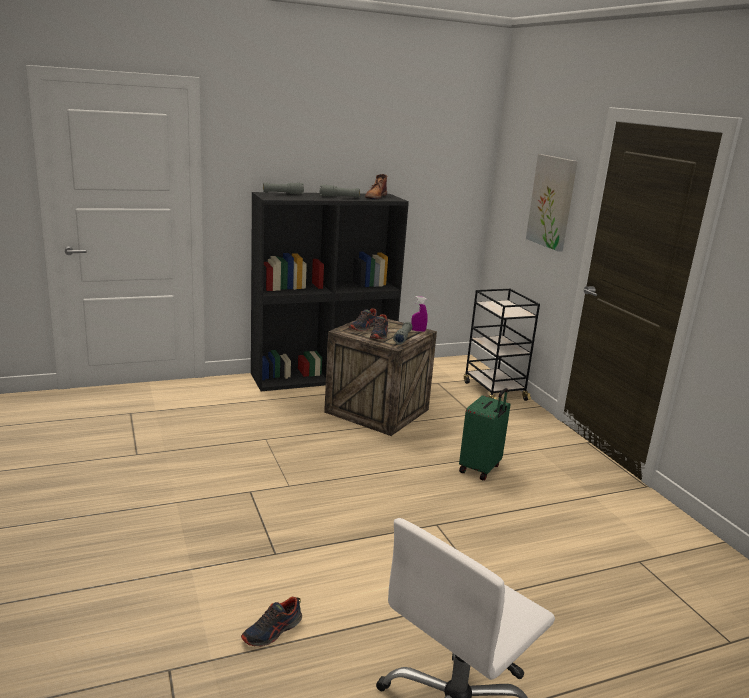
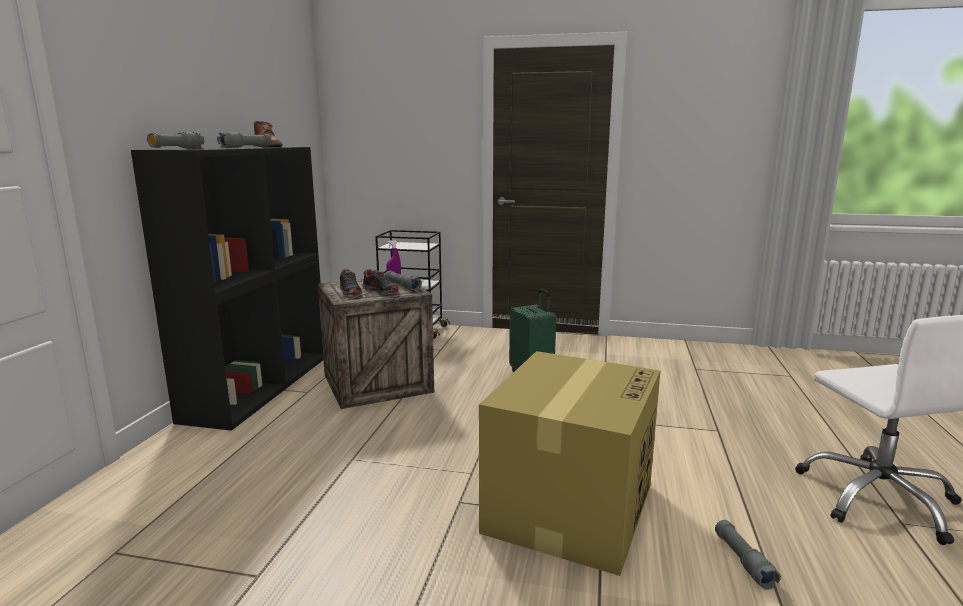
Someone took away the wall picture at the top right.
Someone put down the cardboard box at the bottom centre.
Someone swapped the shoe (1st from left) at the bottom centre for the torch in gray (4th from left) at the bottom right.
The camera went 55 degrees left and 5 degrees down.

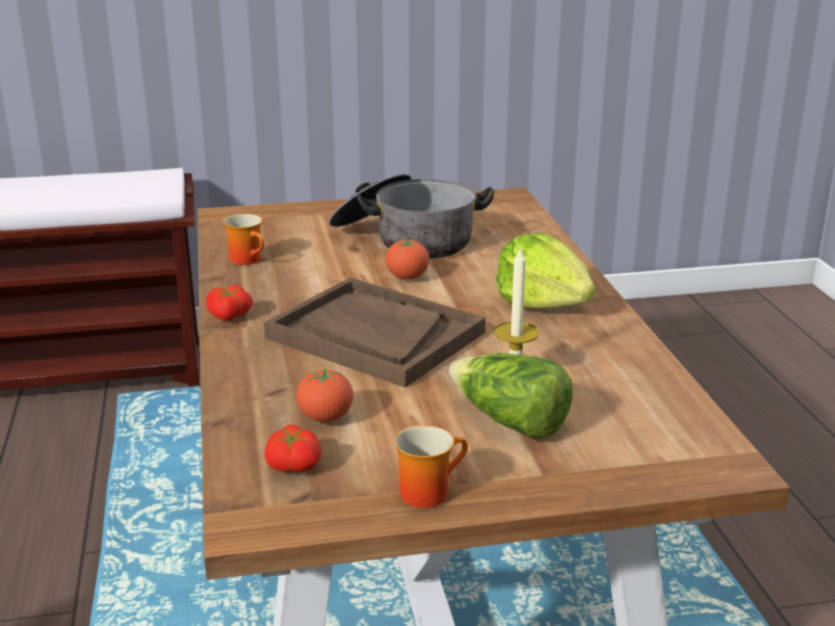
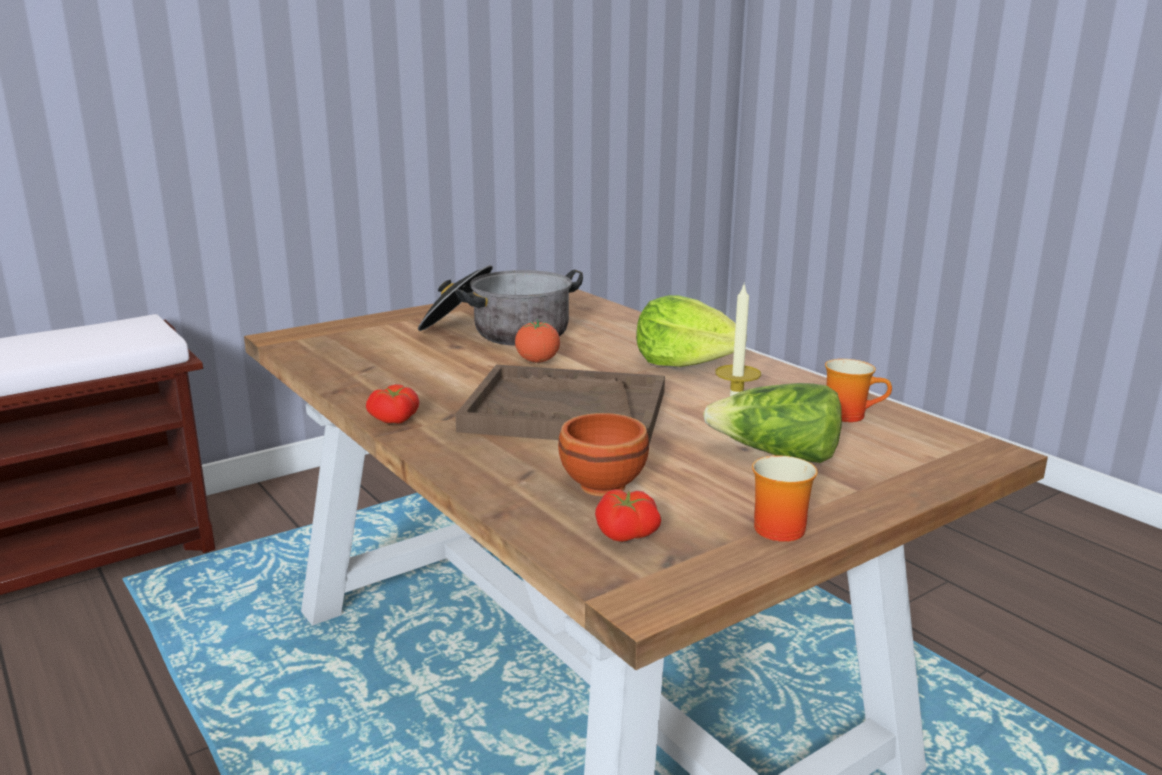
Someone carried the mug (1st from left in the first image) from the middle left to the middle right.
Someone swapped the whole tomato (3rd from left) at the centre for the deep dish in brownish at the centre.
The camera went 25 degrees left and 5 degrees down.

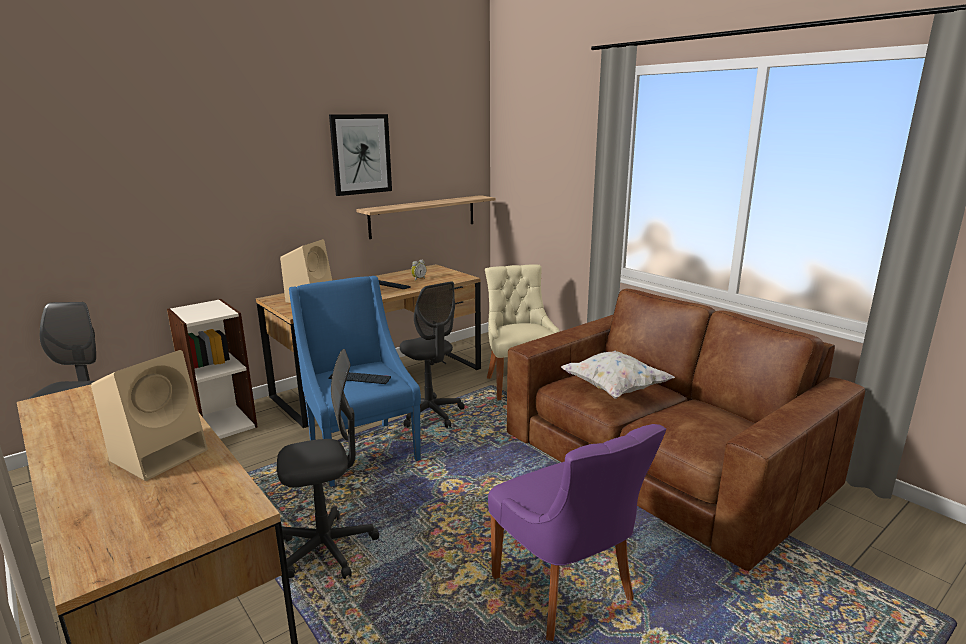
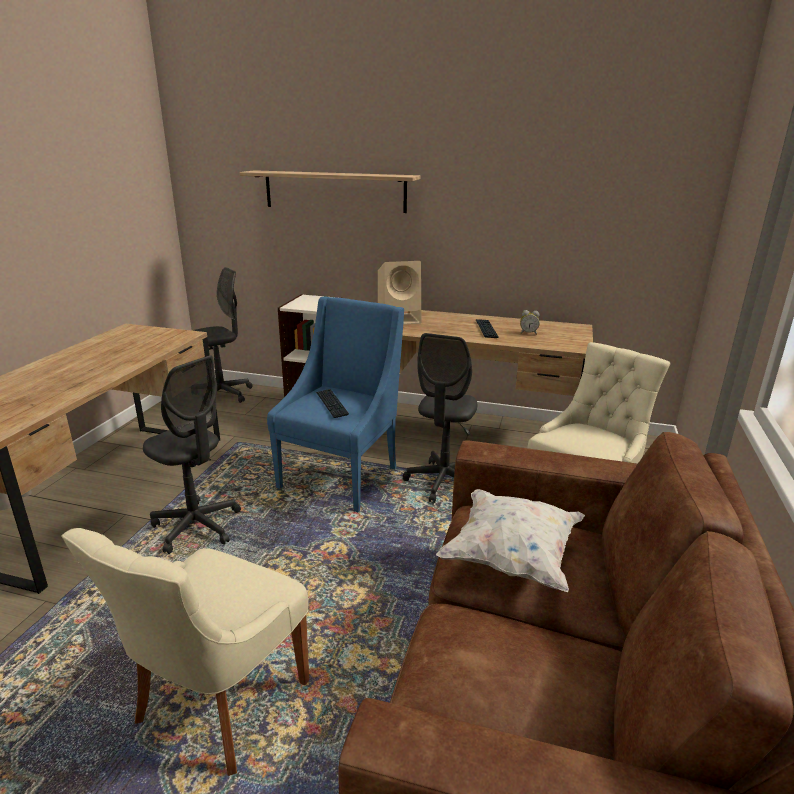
Someone took away the loudspeaker in beige (1st from left) at the middle left.
Someone took away the wall picture at the top centre.
Someone carried the wall shelf from the centre to the top centre.
Someone repainted the plain chair in purple-coloured at the bottom centre, which became the plain chair in beige (1st from left) at the bottom left.
The camera went 55 degrees right and 5 degrees up.

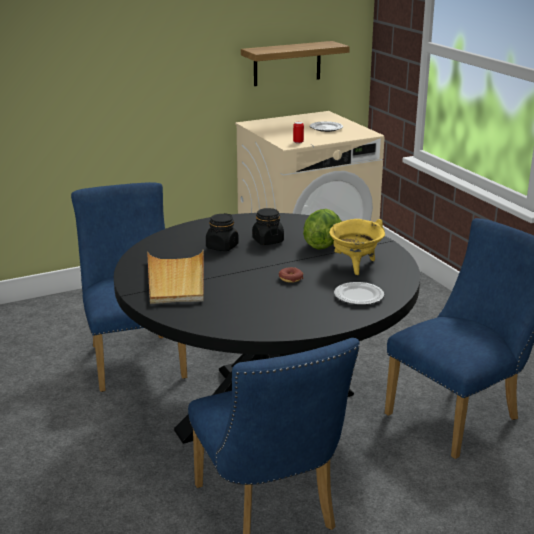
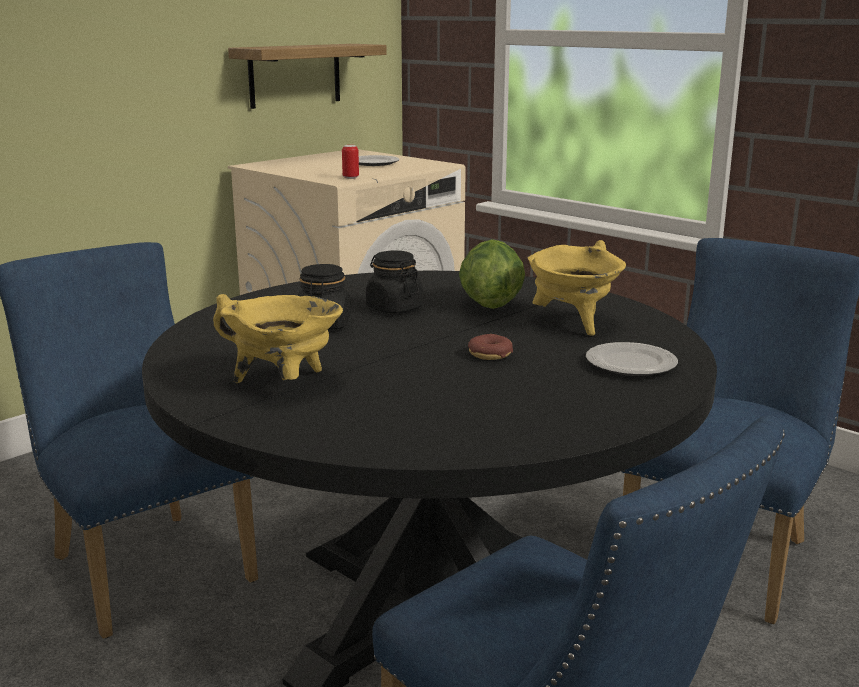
Someone swapped the serving tray in beige at the middle left for the saucepot in yellow-coloured (1st from left) at the middle left.
The camera went 20 degrees left and 5 degrees down.

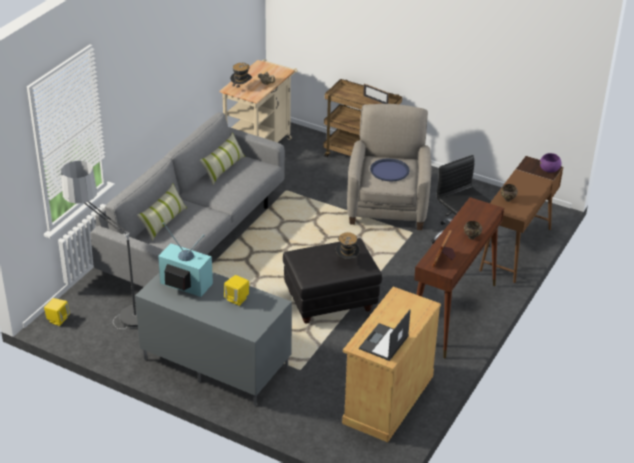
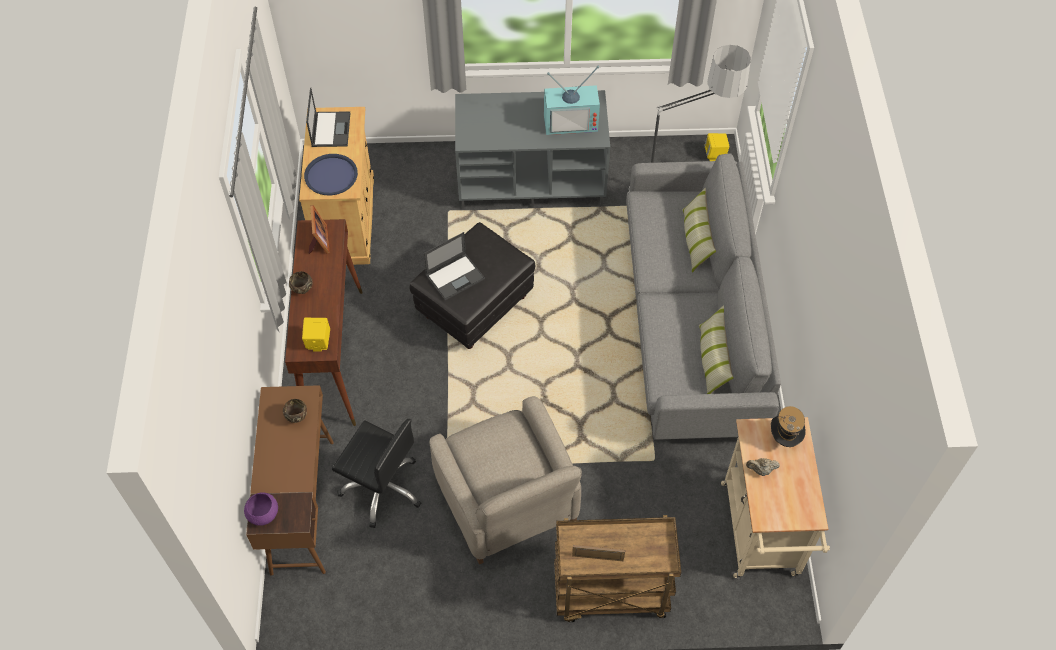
Someone carried the loudspeaker in yellow-coloured (2nd from left in the first image) from the centre to the middle left.
Someone carried the serving tray in blue-coloured from the centre to the top left.
Someone swapped the wearable hat (2nd from left) at the centre for the notebook computer (2nd from left) at the centre.
The camera went 150 degrees right and 20 degrees up.

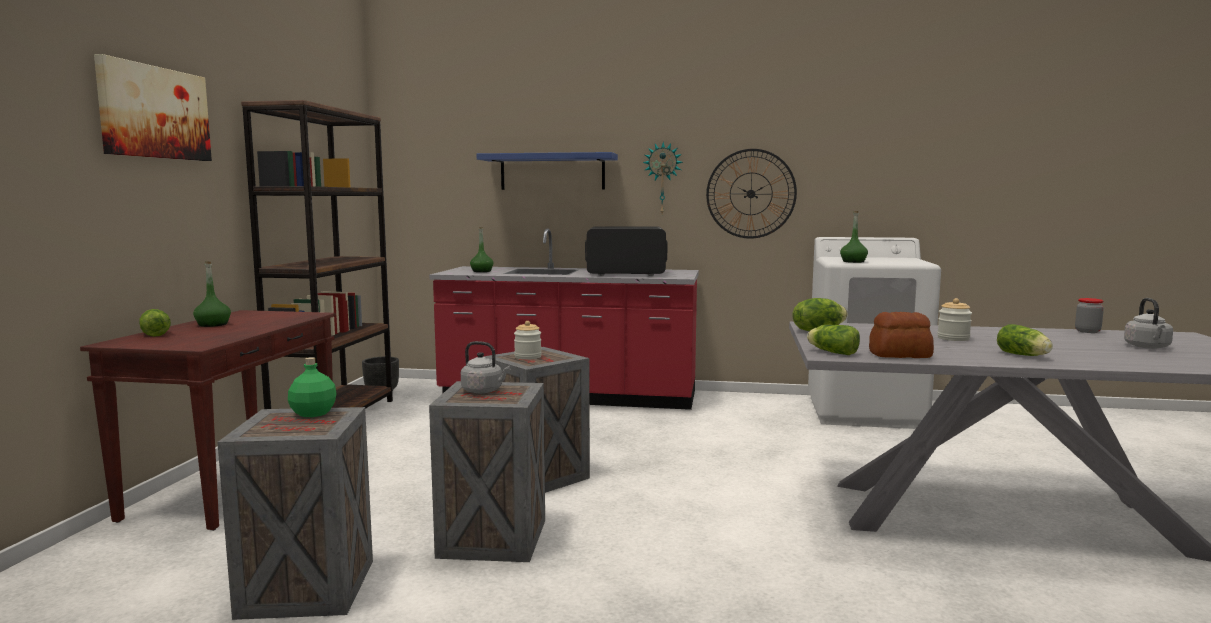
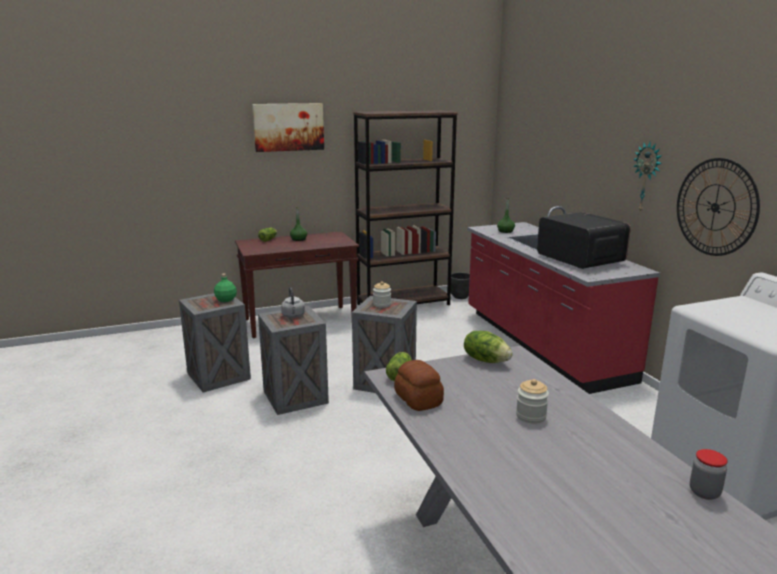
Someone took away the wall shelf in blue-coloured at the top centre.
Someone took away the drink bottle in greenish (4th from left) at the middle right.
Someone took away the lettuce (4th from left) at the middle right.
Someone took away the kettle in gray (2nd from left) at the middle right.
The camera went 60 degrees right and 10 degrees up.

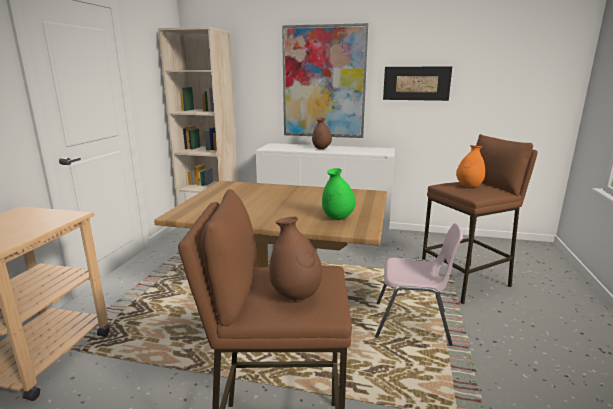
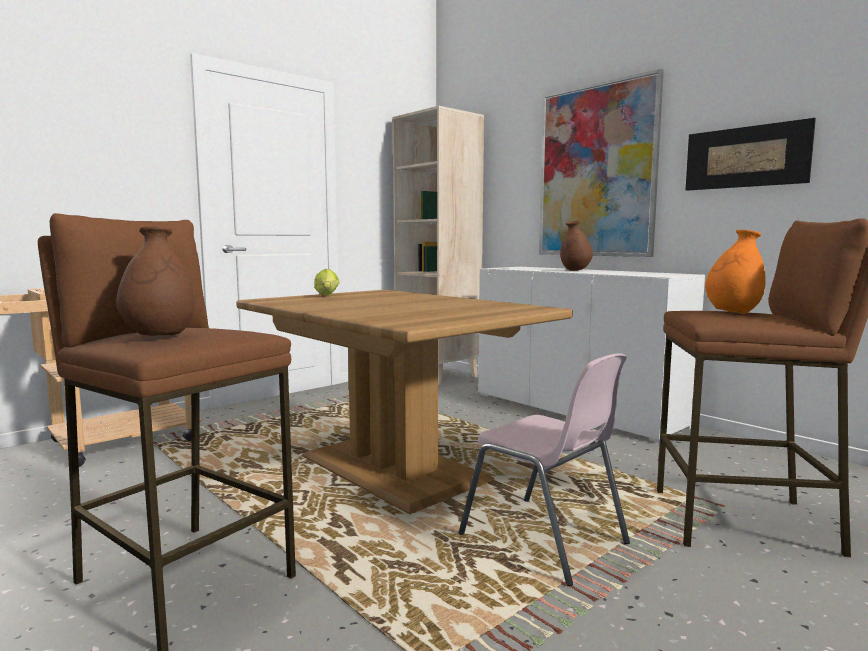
Someone took away the flower vase in greenish at the centre.
Someone put down the lettuce at the centre.
The camera went 35 degrees right and 10 degrees down.

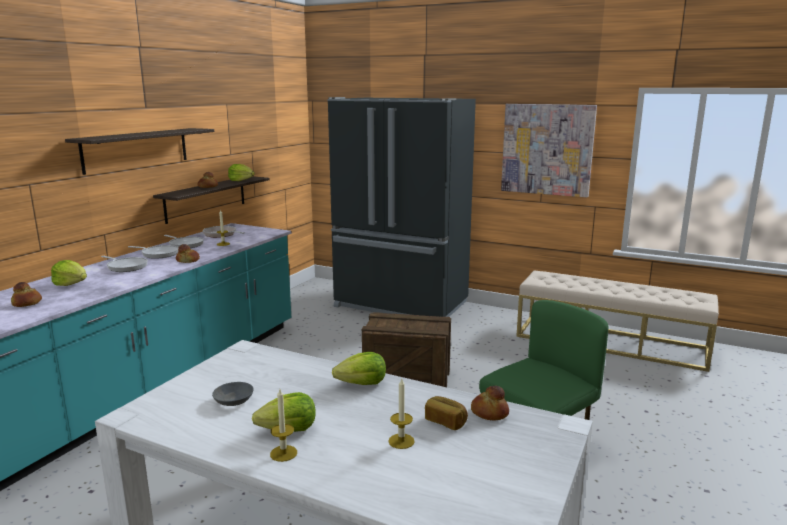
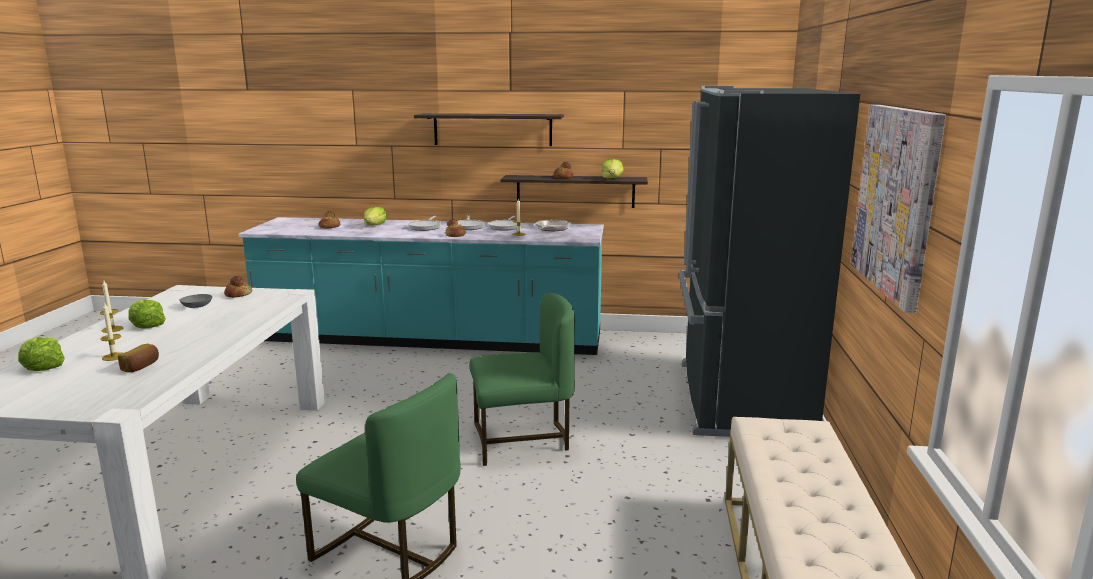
Someone carried the lettuce (4th from left in the first image) from the bottom centre to the middle left.
Someone carried the baked bread (5th from left in the first image) from the bottom centre to the middle left.
Someone swapped the crate at the centre for the plain chair in greenish (2nd from left) at the centre.
The camera went 70 degrees right and 0 degrees up.

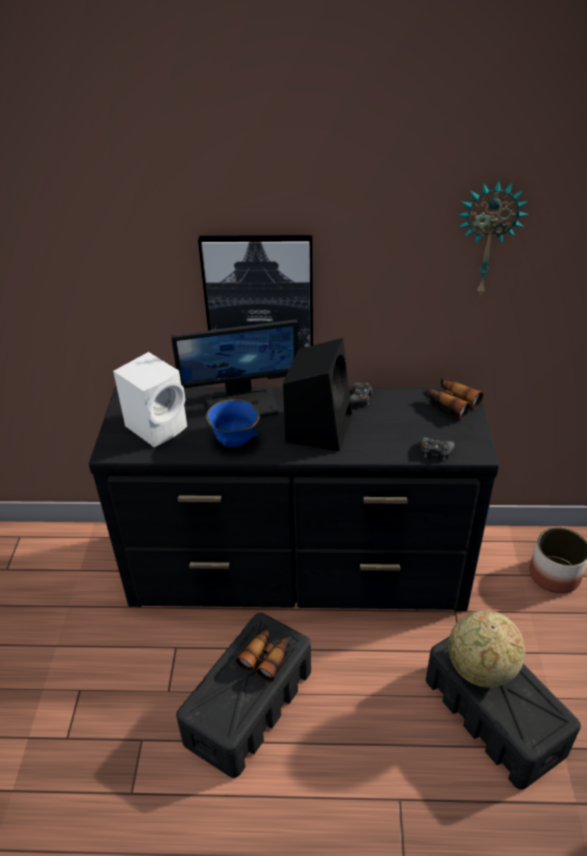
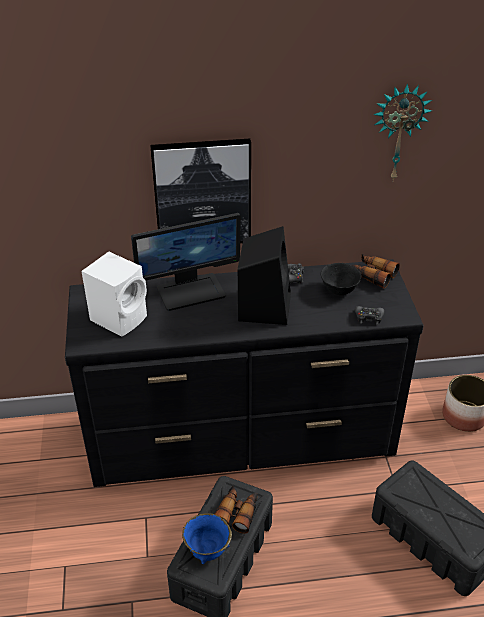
Someone took away the desk globe at the bottom right.
Someone put down the deep dish in black-coloured at the middle right.
Someone carried the deep dish in blue-coloured from the centre to the bottom centre.
The camera went 10 degrees left and 0 degrees up.

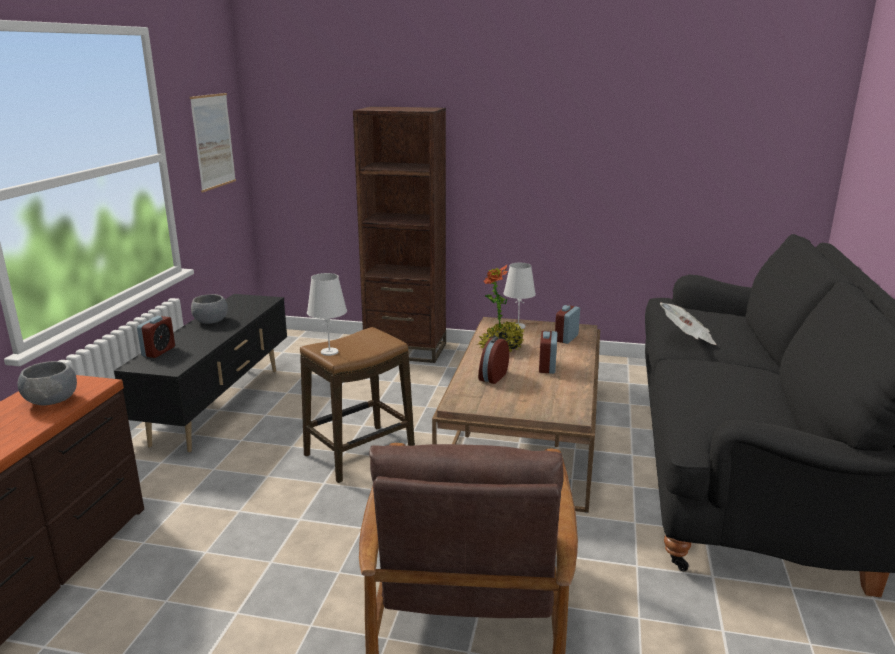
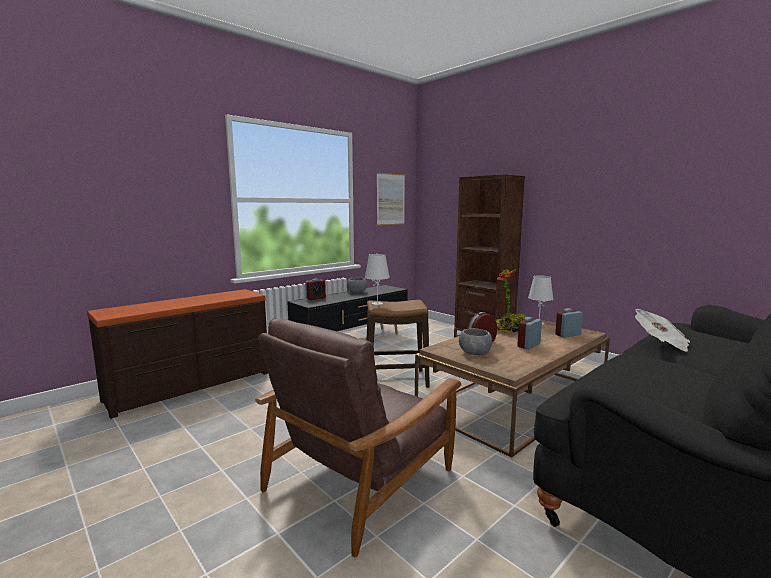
Someone carried the deep dish in gray (1st from left in the first image) from the middle left to the centre.
The camera went 35 degrees right and 10 degrees down.

